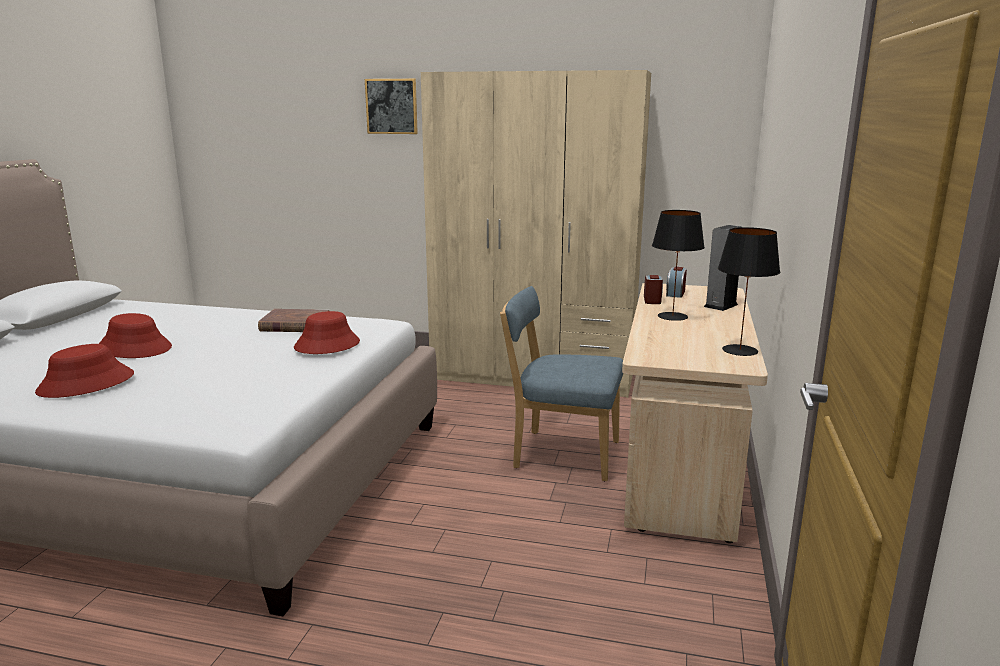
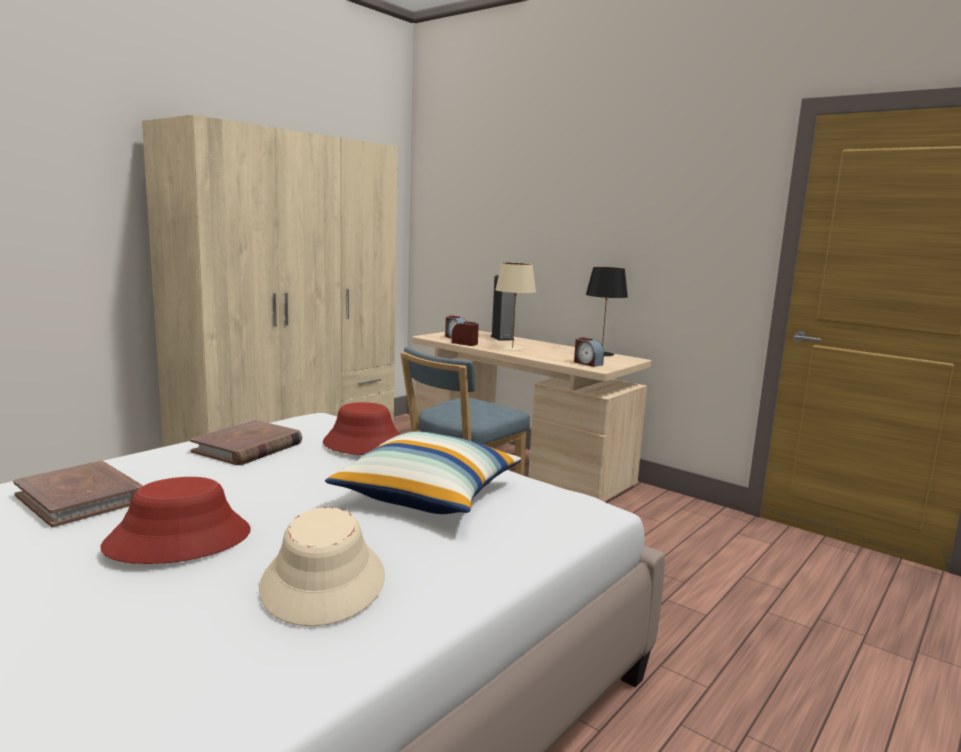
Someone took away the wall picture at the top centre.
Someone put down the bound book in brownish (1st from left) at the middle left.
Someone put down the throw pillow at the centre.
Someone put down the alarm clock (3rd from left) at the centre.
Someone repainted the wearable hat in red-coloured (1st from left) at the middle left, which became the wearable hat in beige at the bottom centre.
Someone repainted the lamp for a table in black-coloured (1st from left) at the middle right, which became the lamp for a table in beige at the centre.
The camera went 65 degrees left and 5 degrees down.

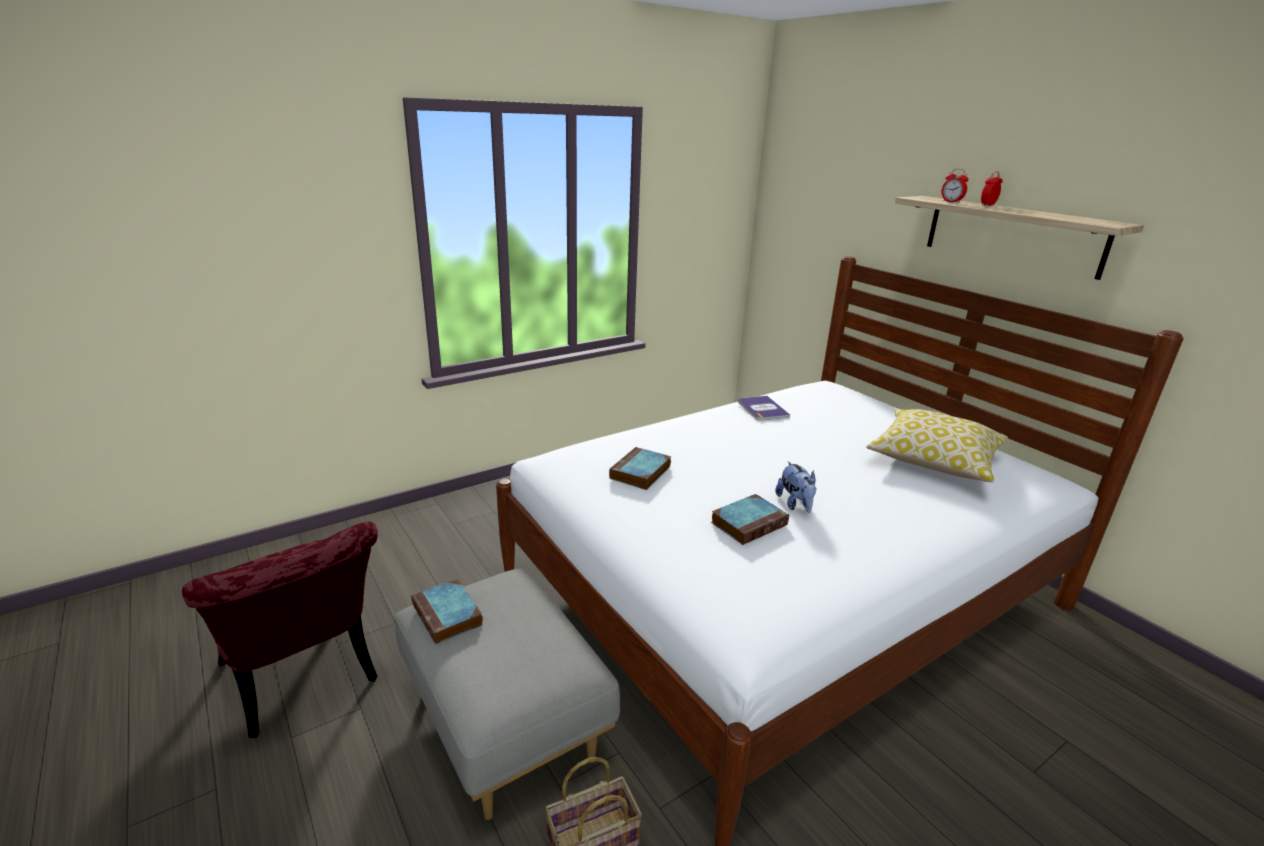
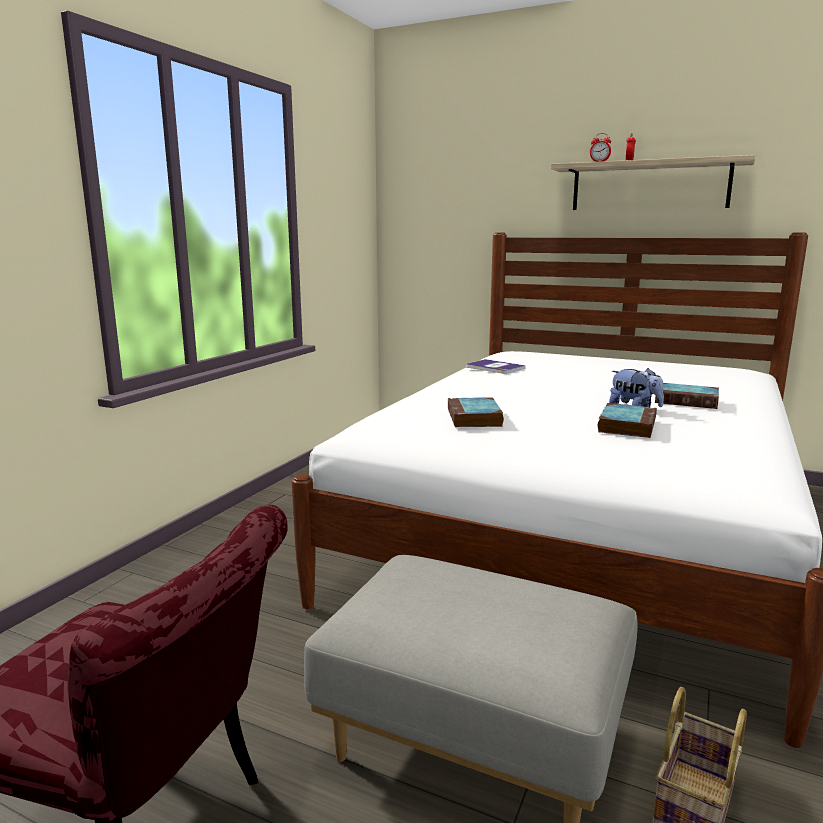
Someone took away the throw pillow at the middle right.
Someone carried the bound book (1st from left in the first image) from the bottom centre to the middle right.
The camera went 30 degrees left and 10 degrees down.

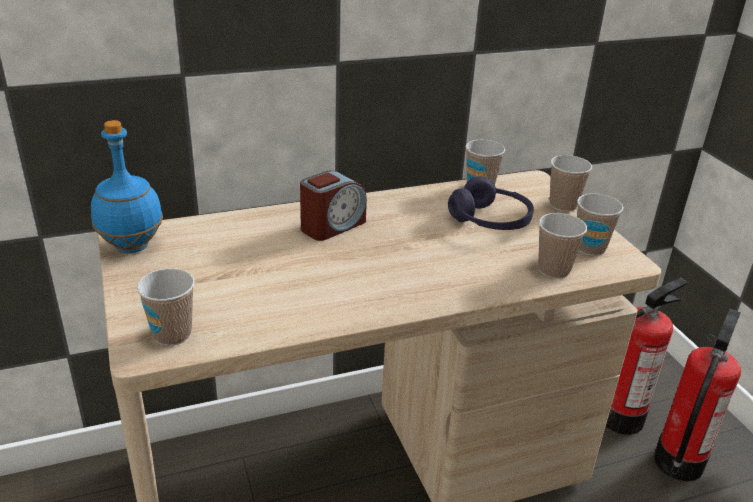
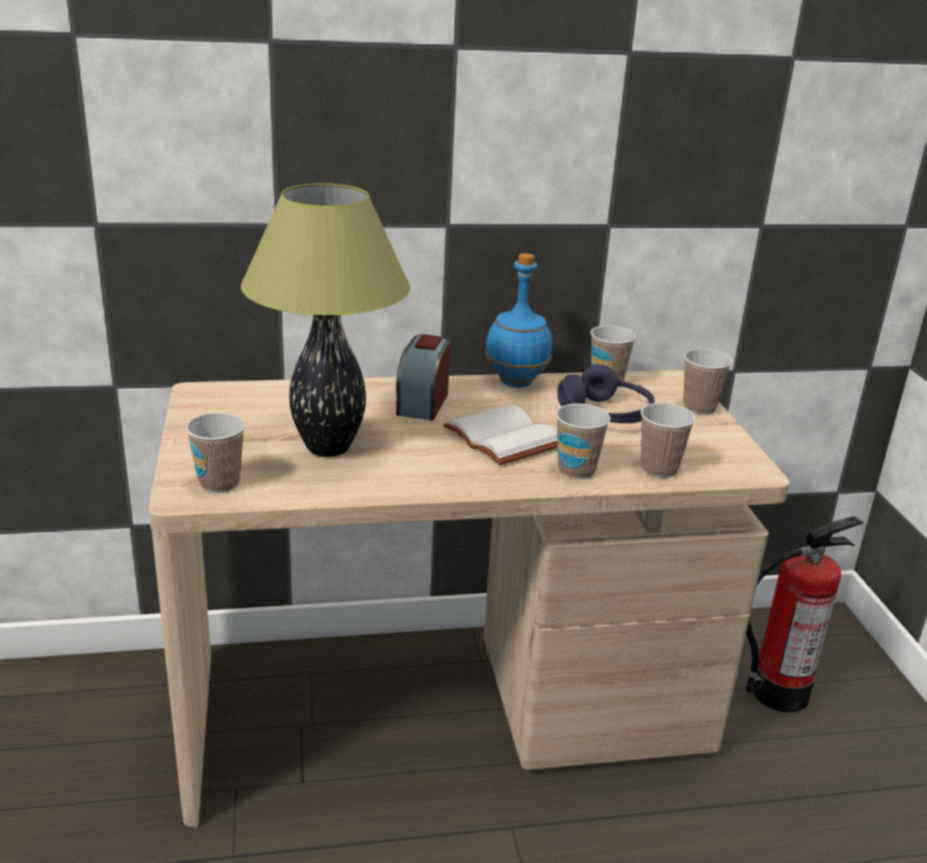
Someone took away the extinguisher (2nd from left) at the bottom right.
Someone put down the lamp for a table at the centre.
Someone put down the bound book in whitish at the centre.
Someone carried the drink bottle in blue-coloured from the middle left to the centre.
Someone carried the drinking cup (5th from left in the first image) from the middle right to the centre.
Someone rotated the alarm clock at the centre by 135 degrees clockwise.
The camera went 10 degrees right and 5 degrees down.

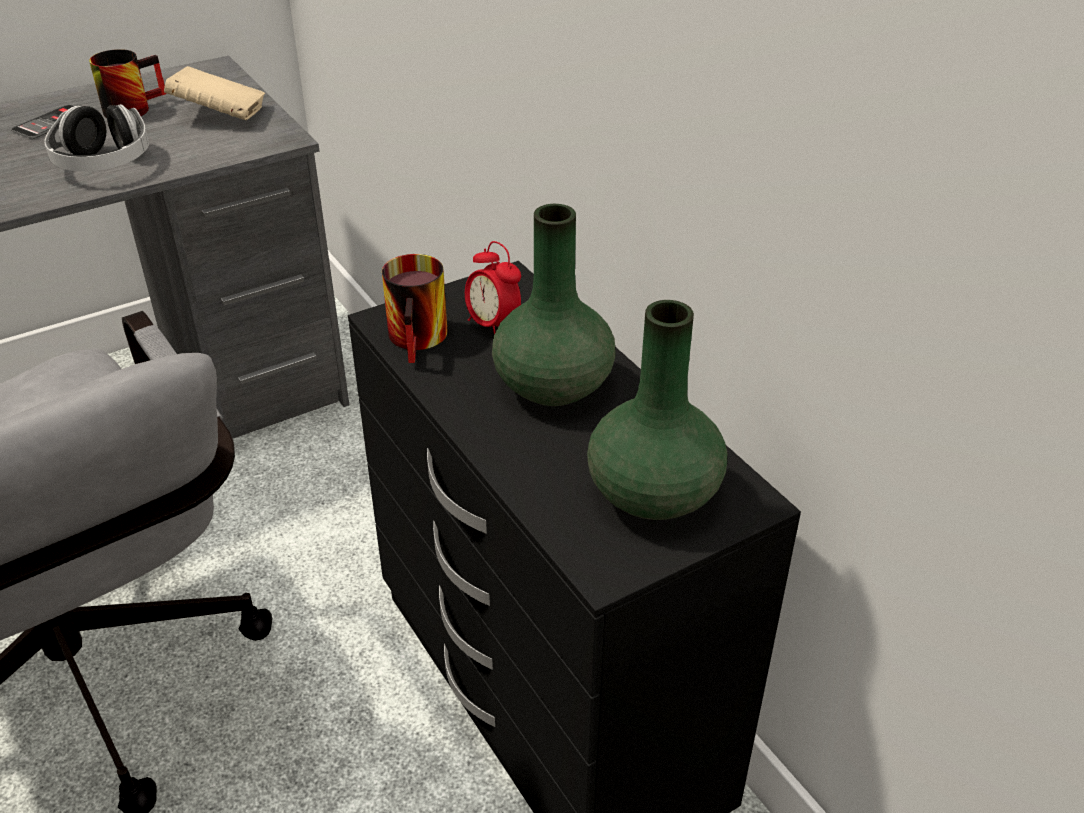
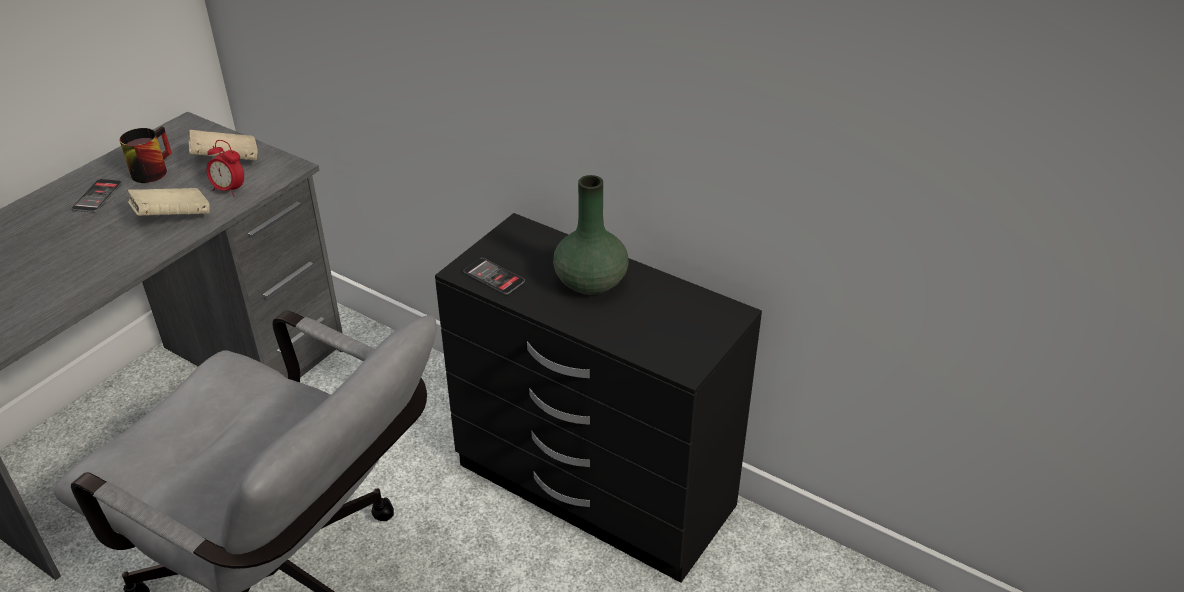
Someone took away the flower vase in greenish (2nd from left) at the centre.
Someone carried the alarm clock from the centre to the top left.
Someone swapped the pair of headphones at the top left for the bound book in beige (1st from left) at the middle left.
Someone swapped the mug (2nd from left) at the centre for the telephone (2nd from left) at the centre.
The camera went 25 degrees left and 0 degrees up.

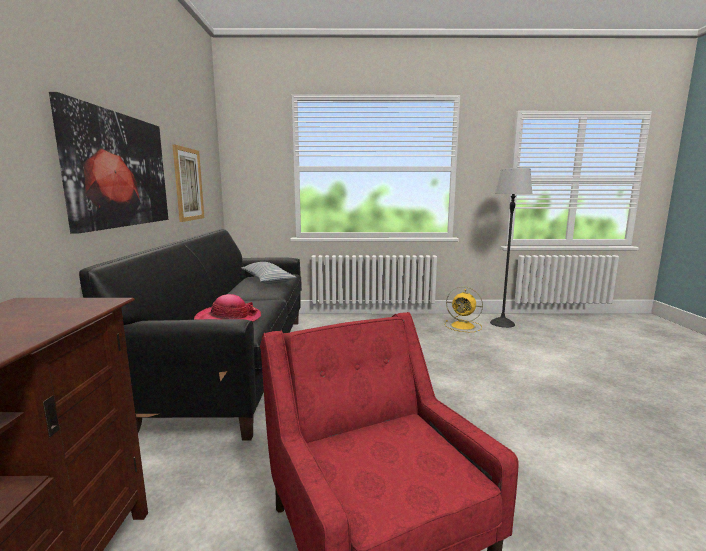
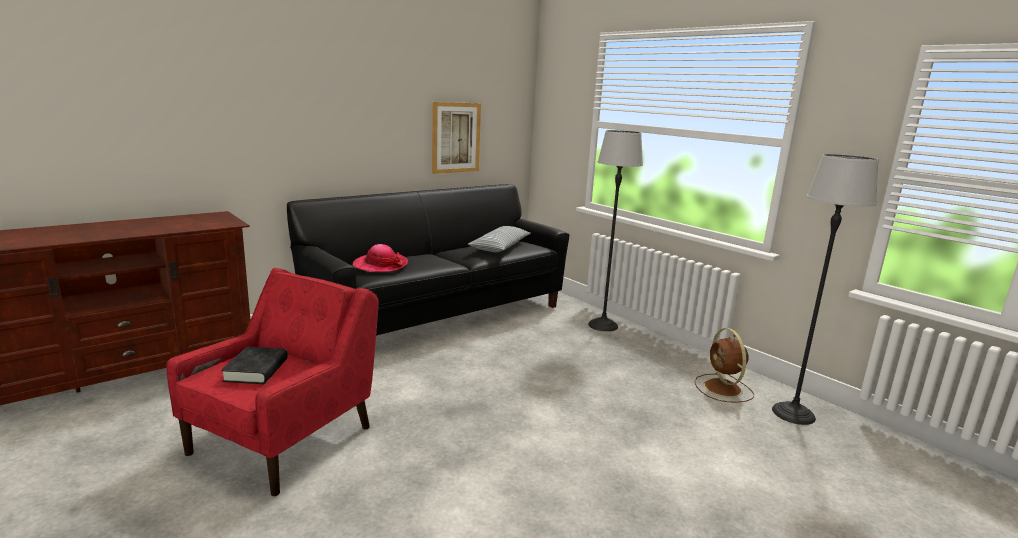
Someone took away the wall picture (1st from left) at the top left.
Someone put down the bound book in black-coloured at the bottom left.
Someone put down the standard lamp (1st from left) at the centre.
Someone repainted the electric fan in yellow-coloured at the centre, which became the electric fan in brownish at the bottom right.
The camera went 50 degrees right and 5 degrees up.

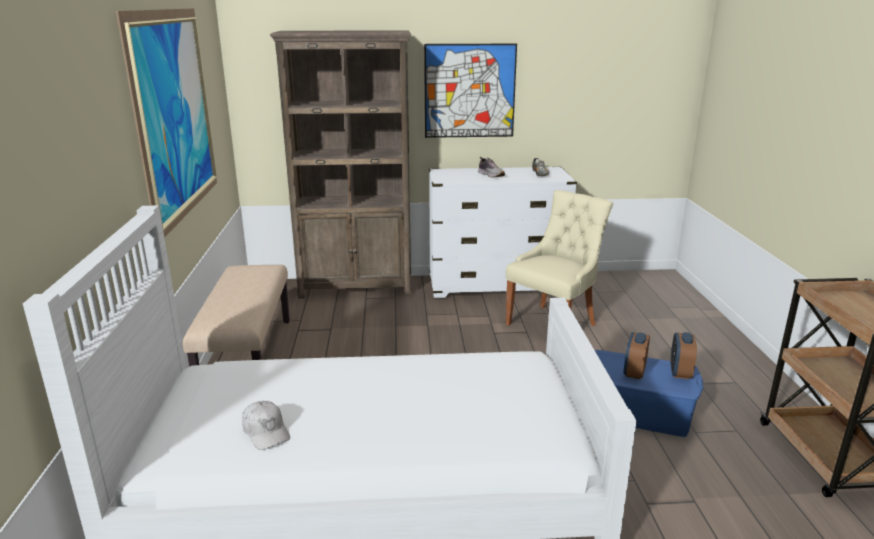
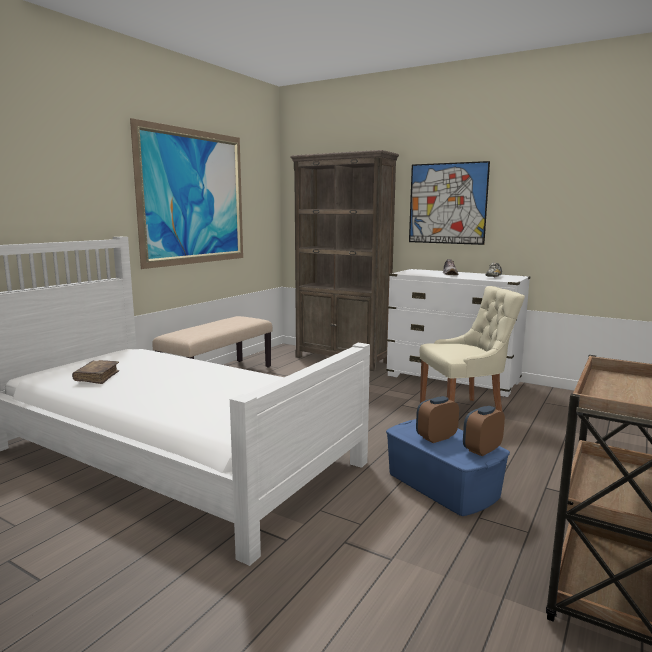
Someone swapped the peaked cap in whitish at the bottom left for the bound book in brownish at the middle left.
The camera went 35 degrees right and 10 degrees down.

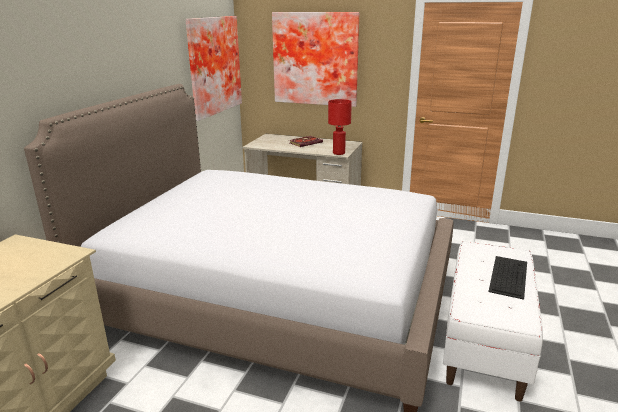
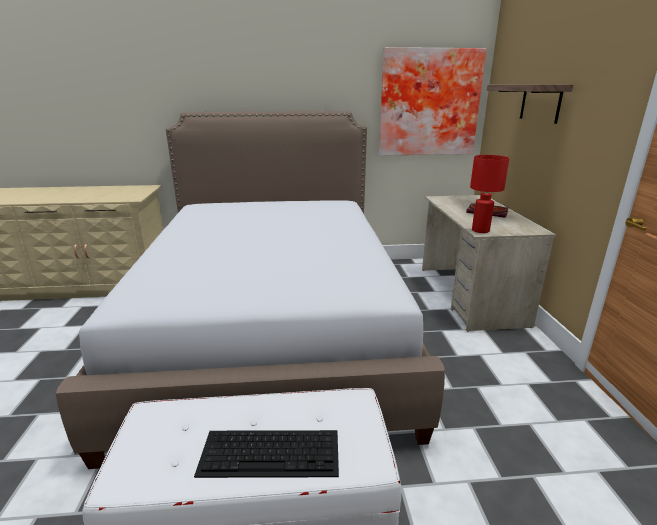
Someone swapped the wall picture (2nd from left) at the top centre for the wall shelf at the top right.
The camera went 65 degrees right and 0 degrees up.

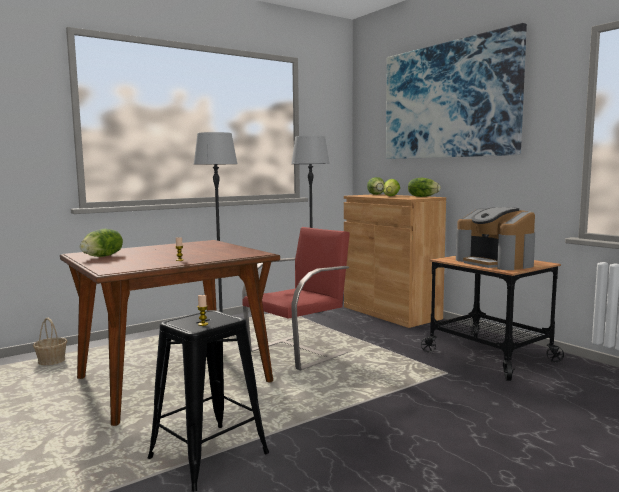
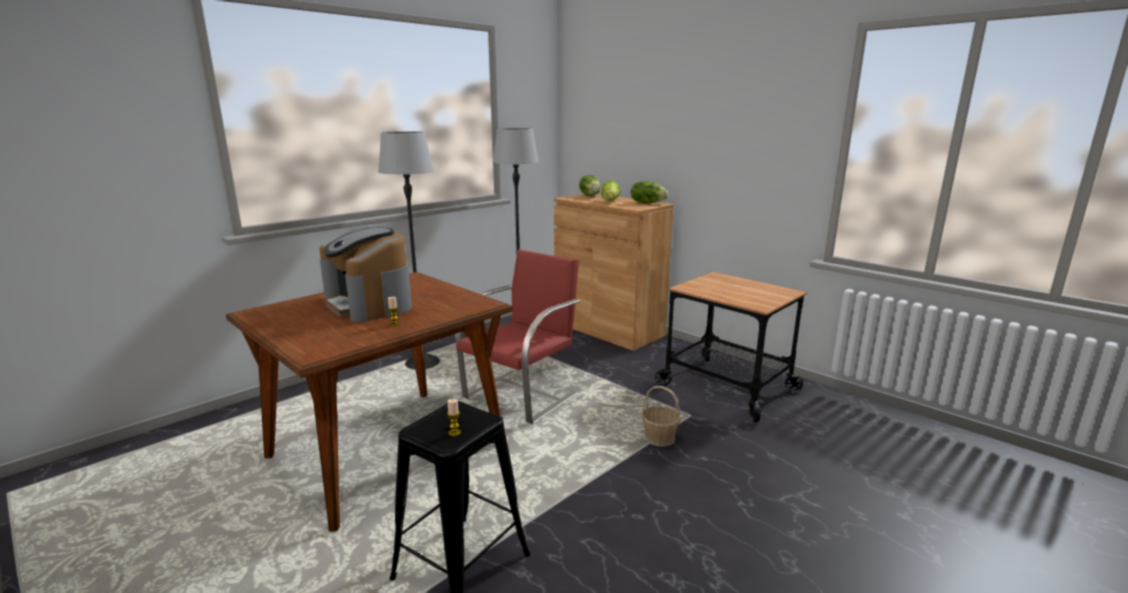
Someone took away the lettuce (1st from left) at the middle left.
Someone took away the wall picture at the top right.
Someone carried the basket from the bottom left to the bottom centre.
Someone carried the coffee brewer from the middle right to the middle left.
The camera went 10 degrees left and 10 degrees up.

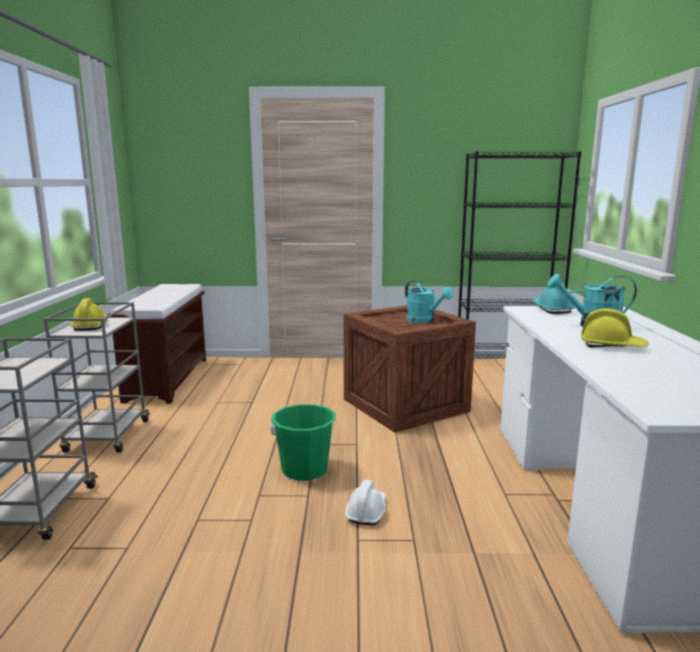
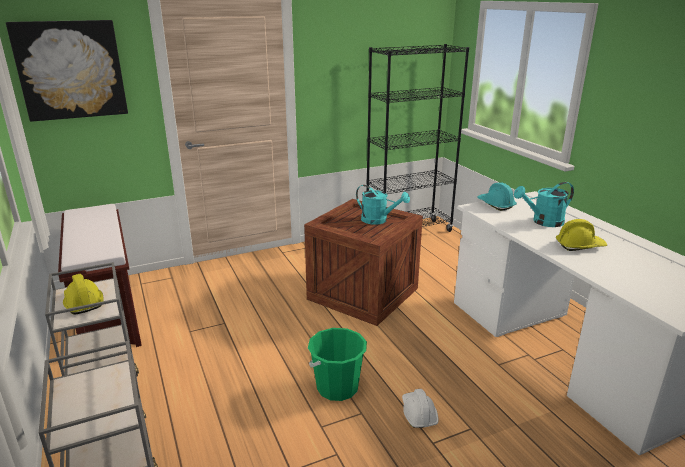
Someone put up the wall picture at the top left.
The camera went 25 degrees left and 10 degrees up.

